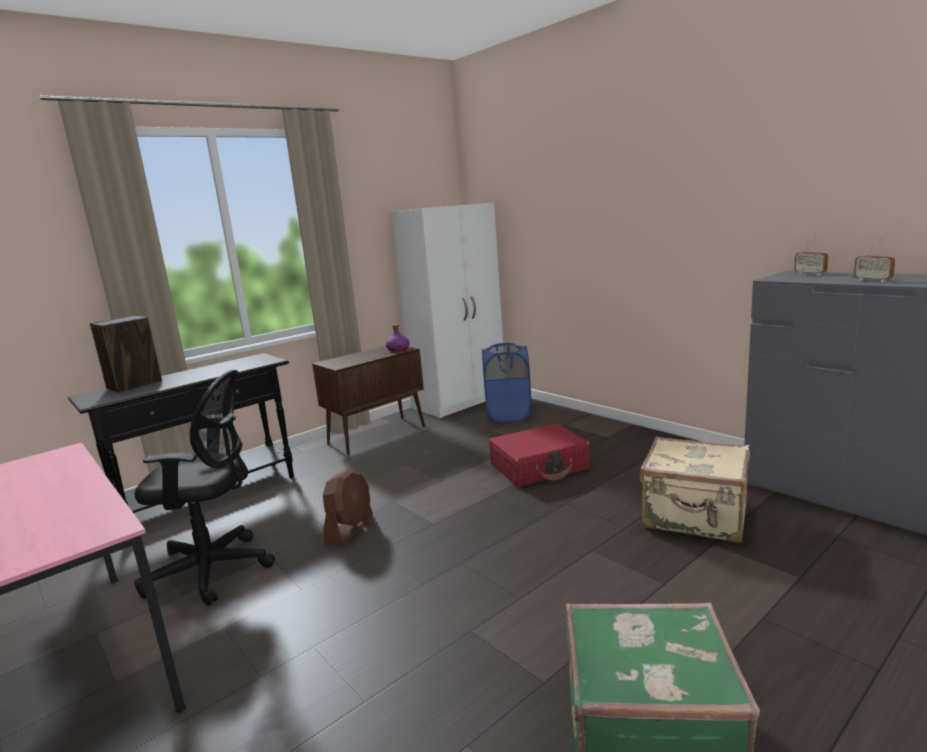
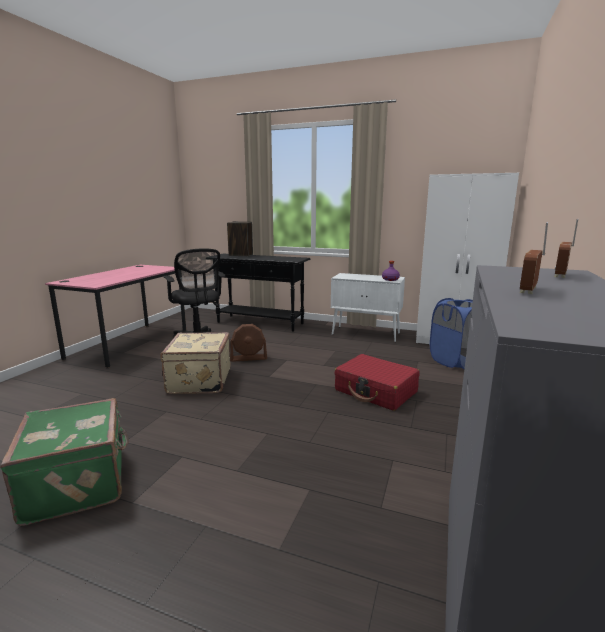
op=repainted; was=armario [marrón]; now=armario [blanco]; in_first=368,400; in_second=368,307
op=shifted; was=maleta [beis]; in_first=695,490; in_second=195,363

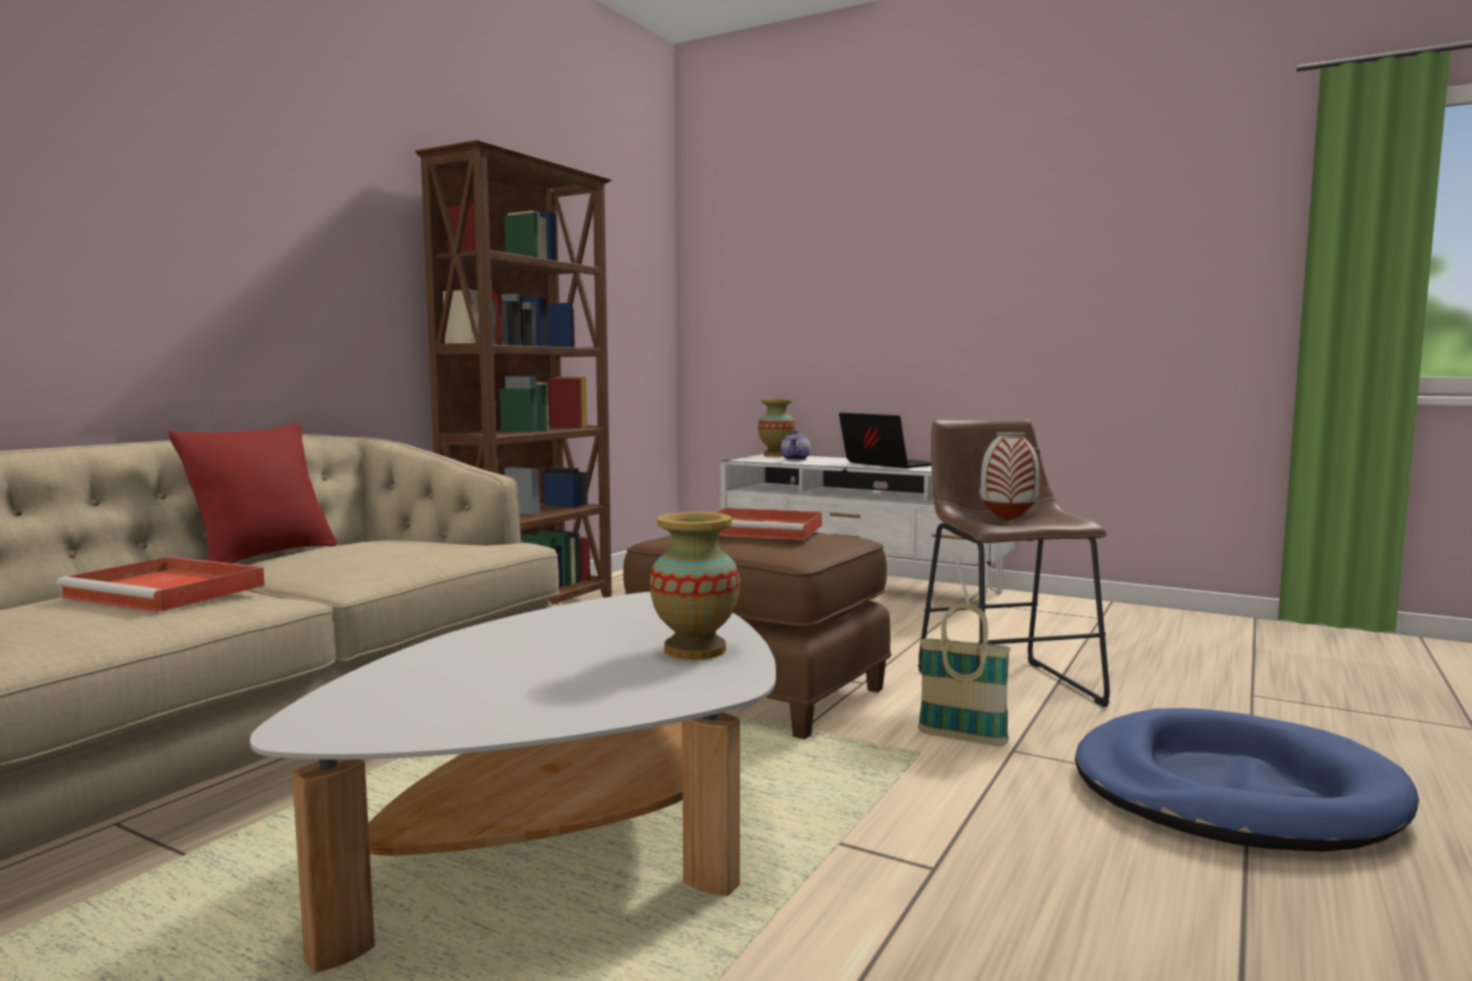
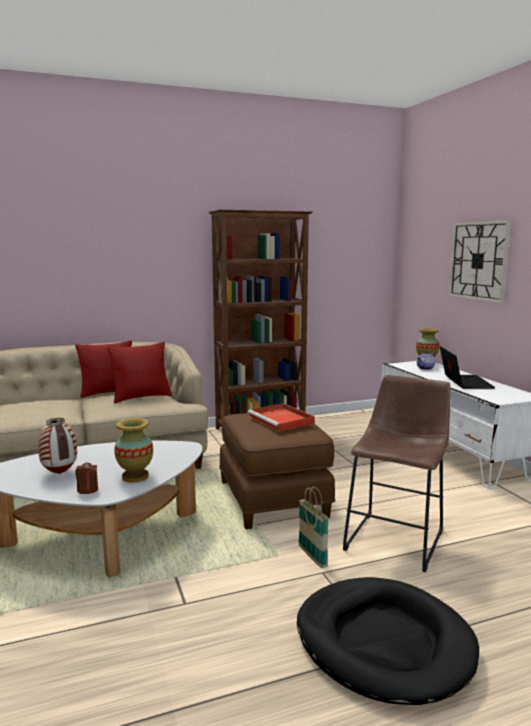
op=shifted; was=florero; in_first=1009,477; in_second=57,446
op=gone; was=bandeja [rojo]; in_first=160,584
op=repainted; was=cama para perro [azul]; now=cama para perro [negro]; in_first=1247,780; in_second=388,641
op=new; now=reloj de pared; in_second=480,261
op=new; now=cojín [rojo]; in_second=139,372
op=new; now=vela [marrón]; in_second=86,478

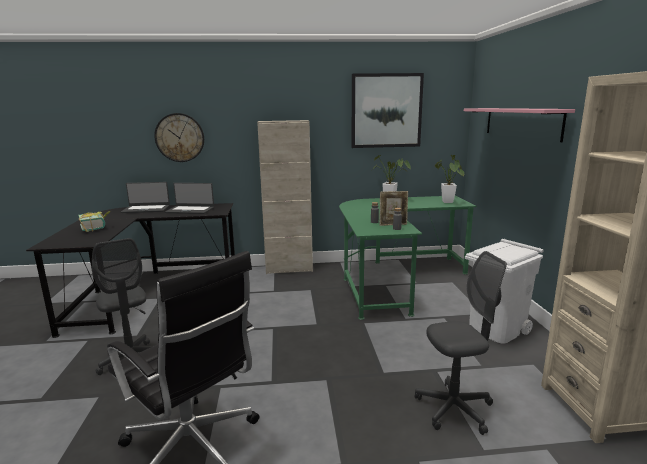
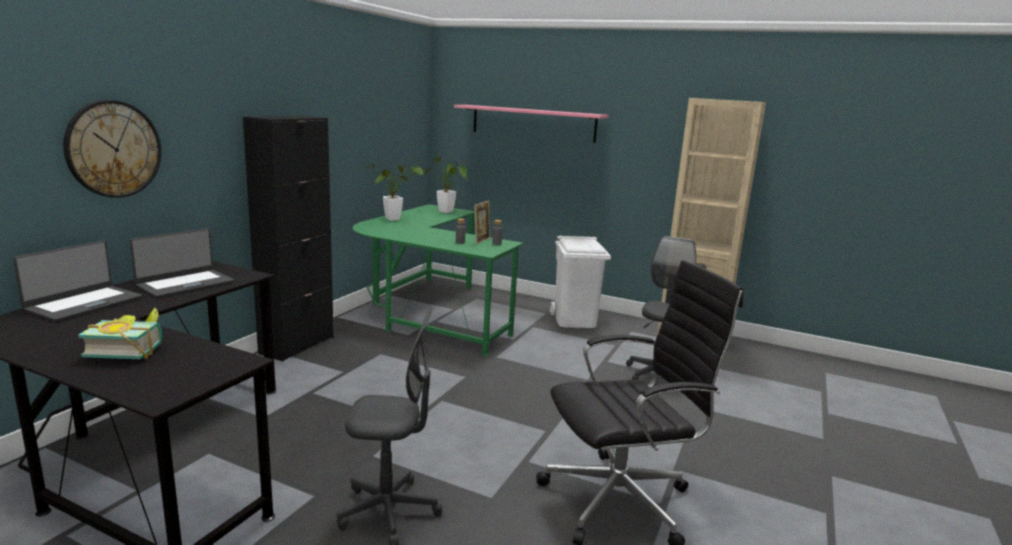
op=gone; was=cuadro; in_first=387,110
op=repainted; was=armario [beis]; now=armario [negro]; in_first=285,197; in_second=288,238

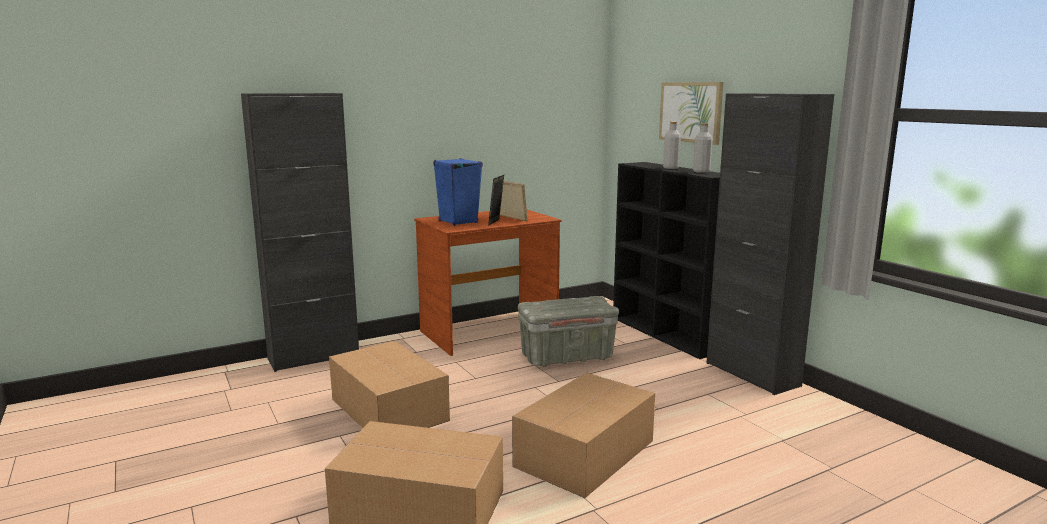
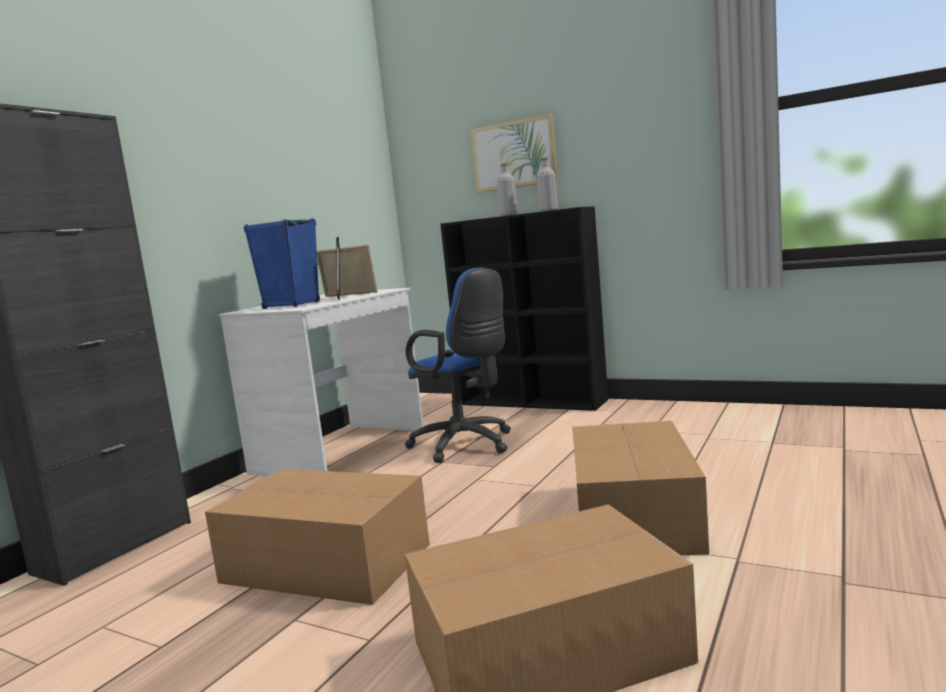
op=gone; was=armario [negro]; in_first=770,244
op=repainted; was=escritorio [marrón]; now=escritorio [blanco]; in_first=488,283; in_second=321,382
op=swapped; was=caja de almacenaje [gris]; now=silla de oficina [azul]; in_first=568,331; in_second=458,365

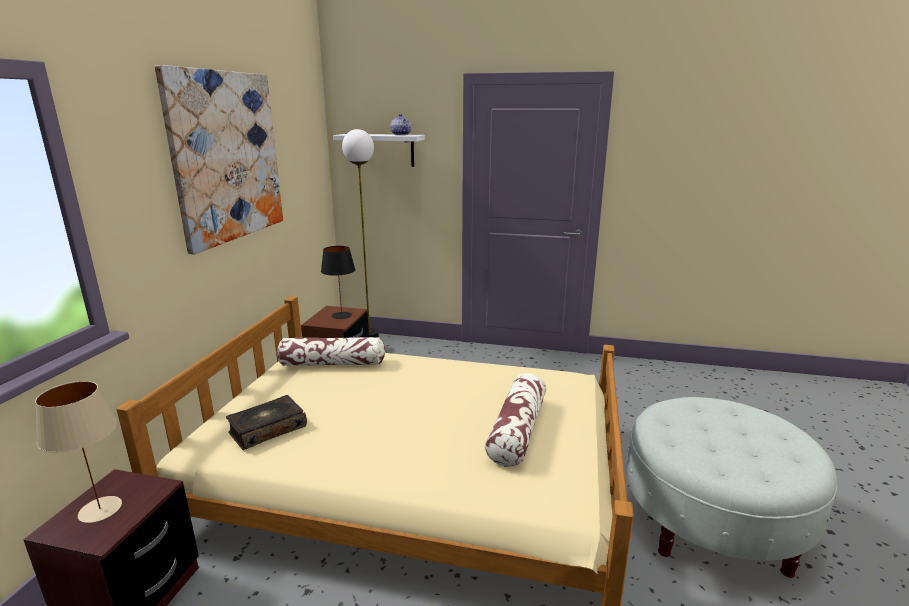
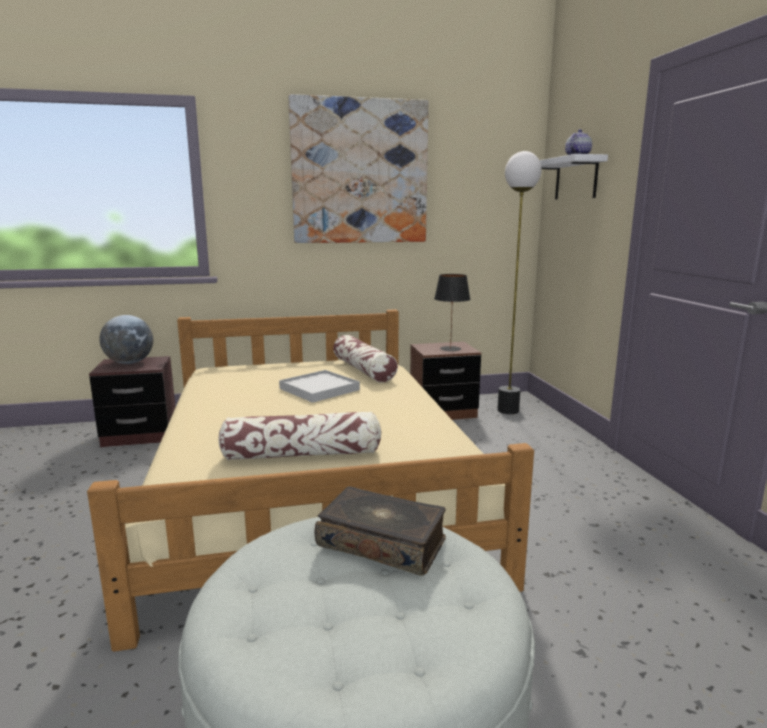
op=swapped; was=lámpara de mesa [beis]; now=globo terráqueo; in_first=78,452; in_second=126,339
op=shifted; was=libro; in_first=266,422; in_second=380,531
op=new; now=bandeja [blanco]; in_second=319,386

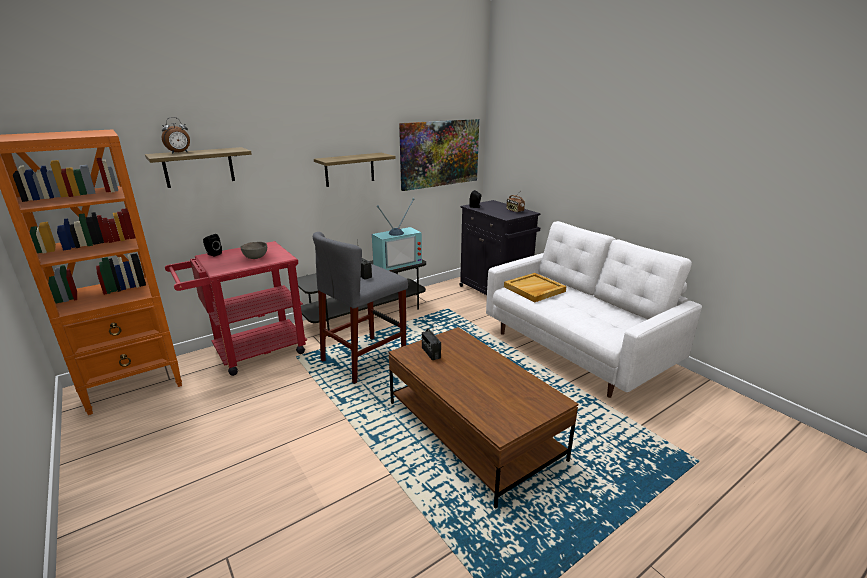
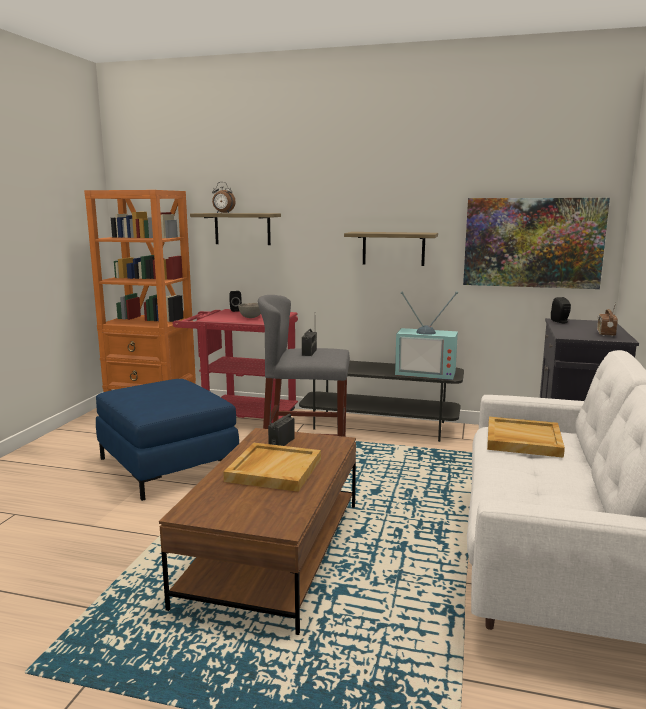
op=new; now=puf [azul]; in_second=167,440
op=new; now=bandeja [beis]; in_second=272,467

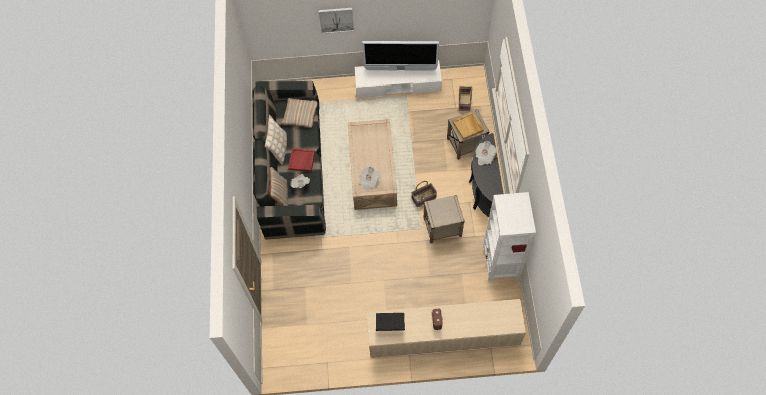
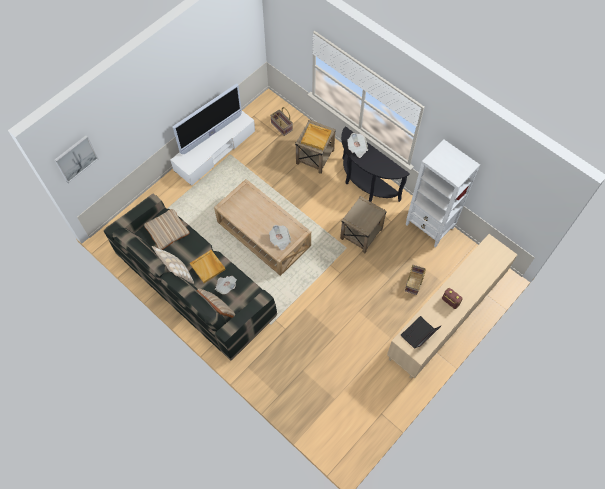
op=shifted; was=cuadro; in_first=336,21; in_second=76,159
op=repainted; was=bandeja [rojo]; now=bandeja [beis]; in_first=301,160; in_second=208,266
op=shifted; was=cesta; in_first=424,194; in_second=415,280

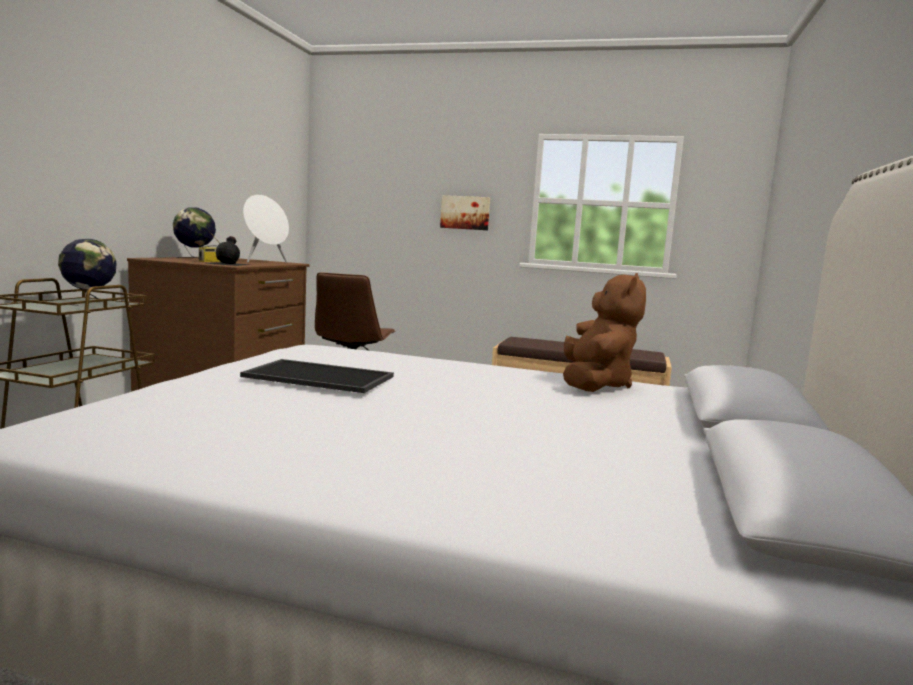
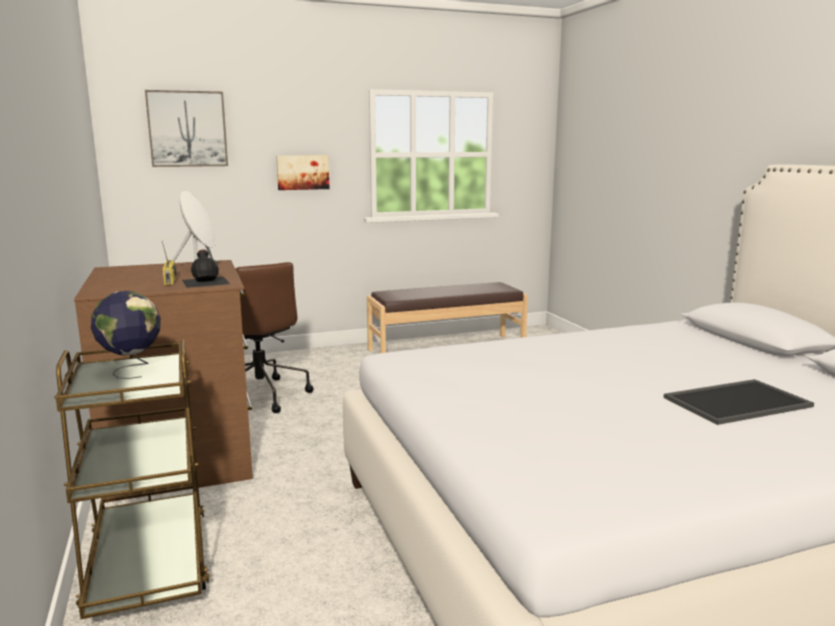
op=gone; was=globo terráqueo; in_first=194,232
op=gone; was=peluche [marrón]; in_first=604,332
op=shifted; was=bandeja; in_first=317,376; in_second=738,402
op=new; now=cuadro; in_second=186,128

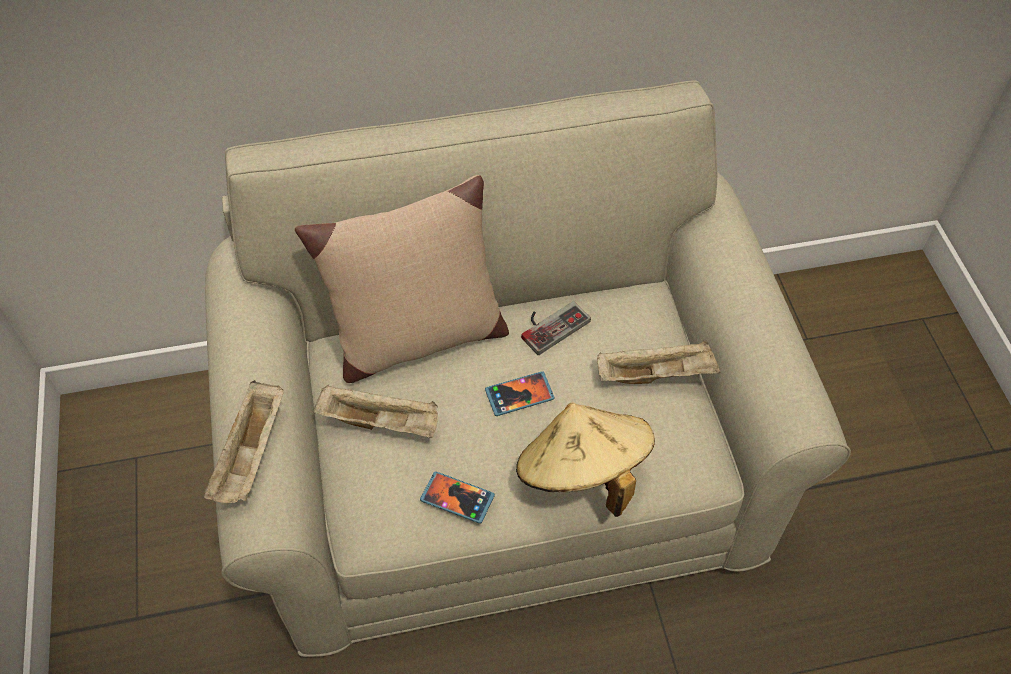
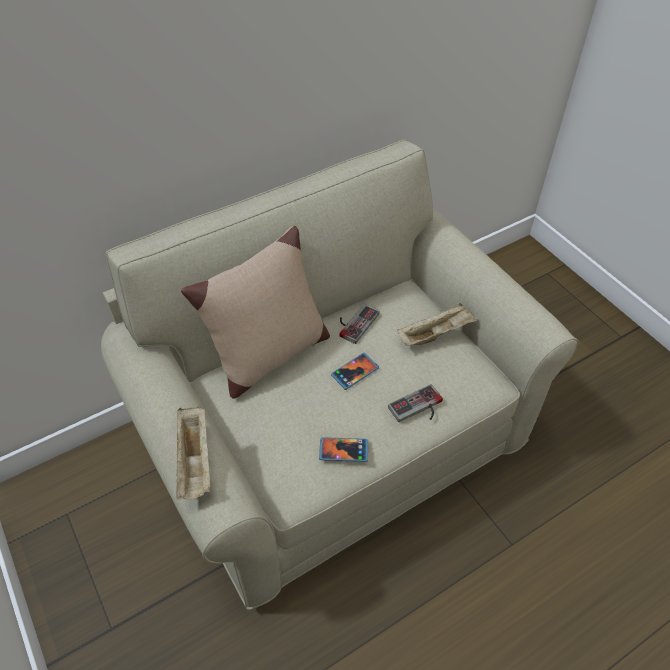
op=gone; was=bandeja [beis]; in_first=376,411
op=swapped; was=sombrero [beis]; now=mando de consola; in_first=585,459; in_second=415,403

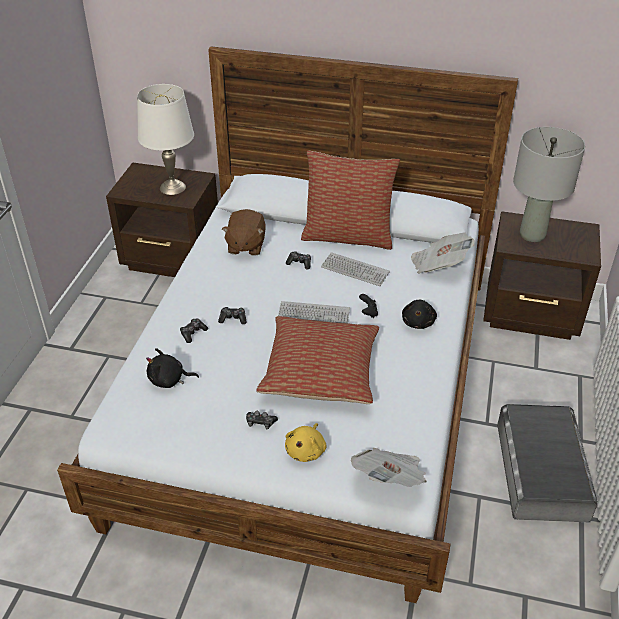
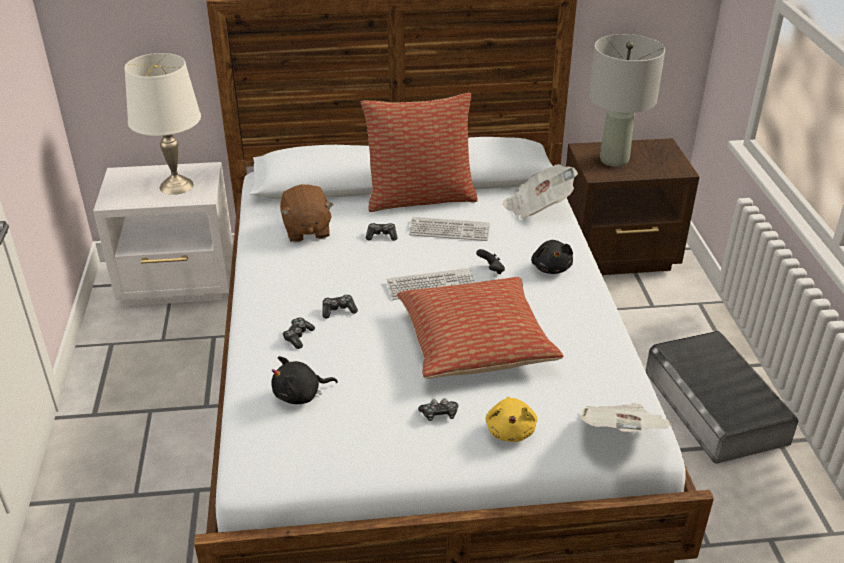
op=repainted; was=mesita de noche [marrón]; now=mesita de noche [blanco]; in_first=162,220; in_second=163,234

